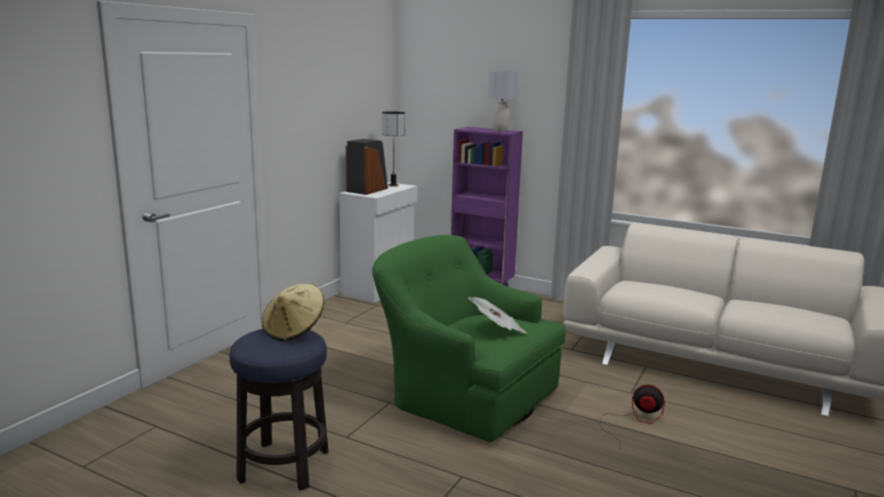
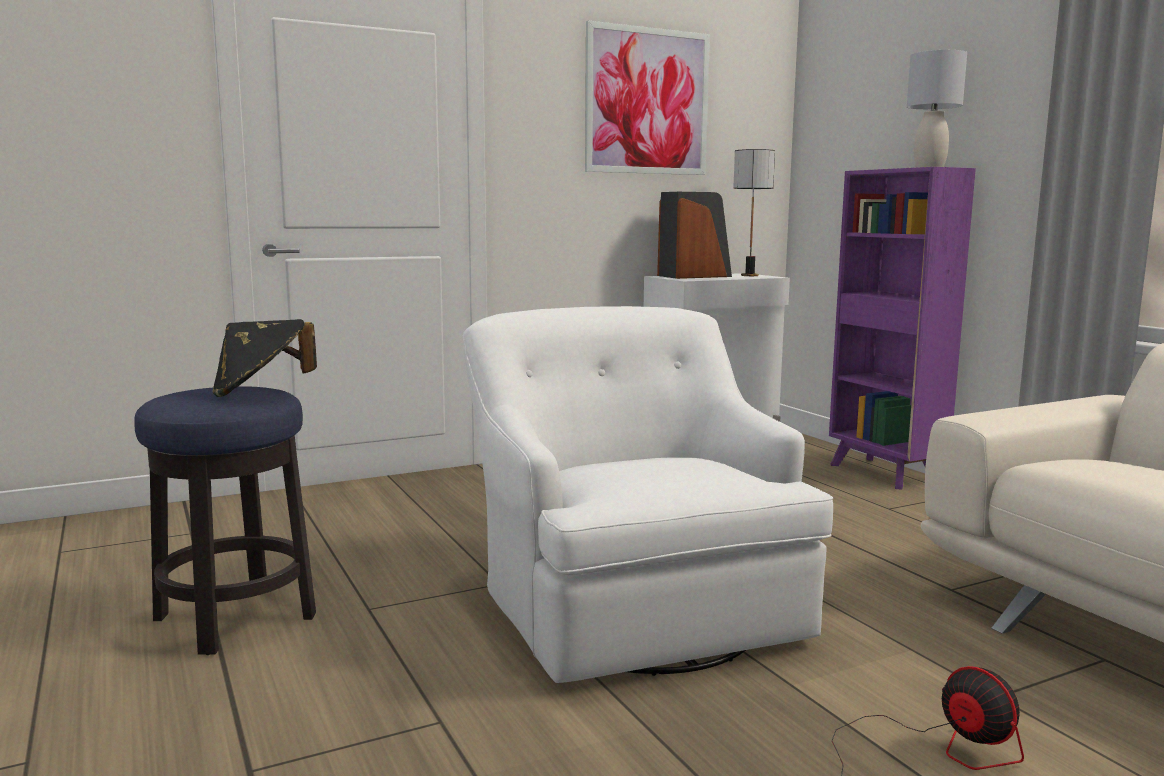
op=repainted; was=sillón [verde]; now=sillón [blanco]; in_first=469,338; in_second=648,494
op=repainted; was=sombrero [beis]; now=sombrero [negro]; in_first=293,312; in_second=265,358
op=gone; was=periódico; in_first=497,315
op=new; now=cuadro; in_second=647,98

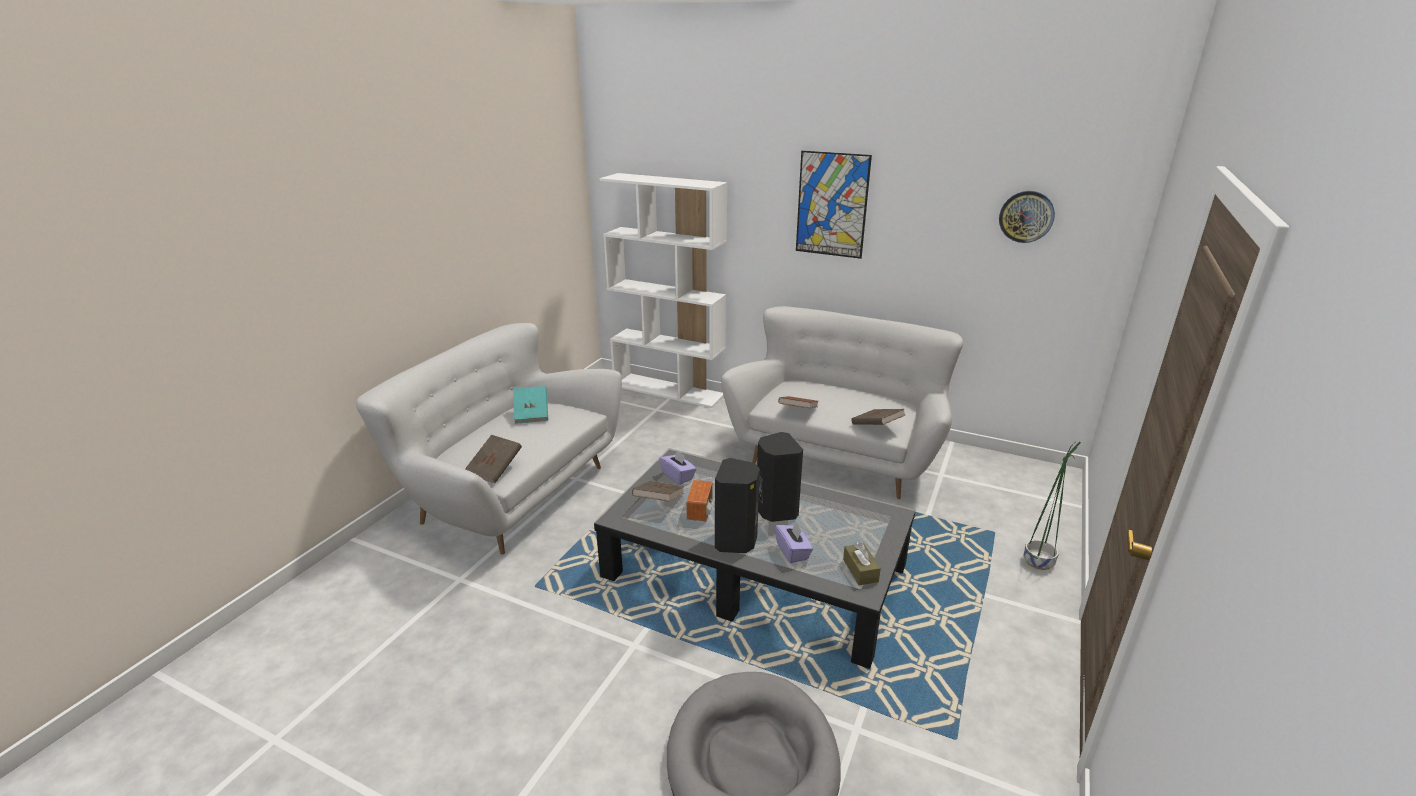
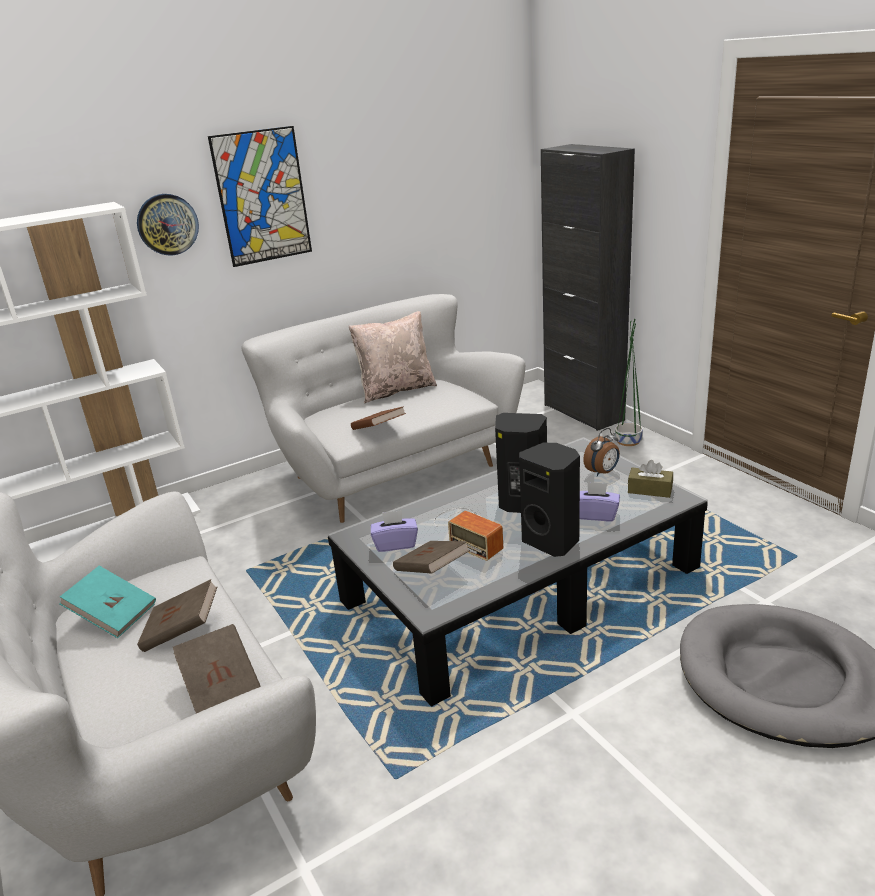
op=shifted; was=reloj de pared; in_first=1027,217; in_second=168,224
op=shifted; was=libro [marrón]; in_first=878,417; in_second=177,615
op=new; now=armario [negro]; in_second=588,287
op=new; now=cojín [beis]; in_second=393,357
op=new; now=despertador; in_second=601,452

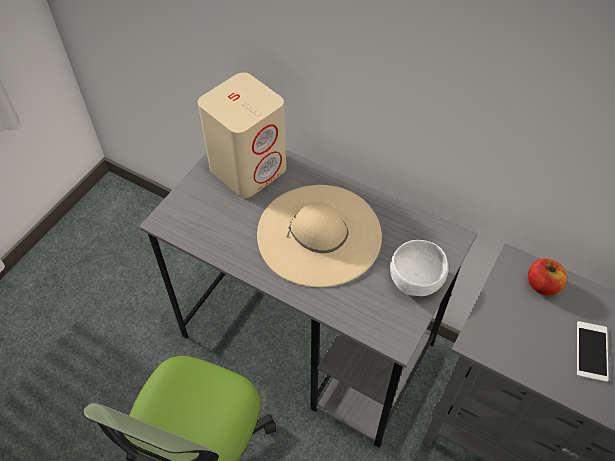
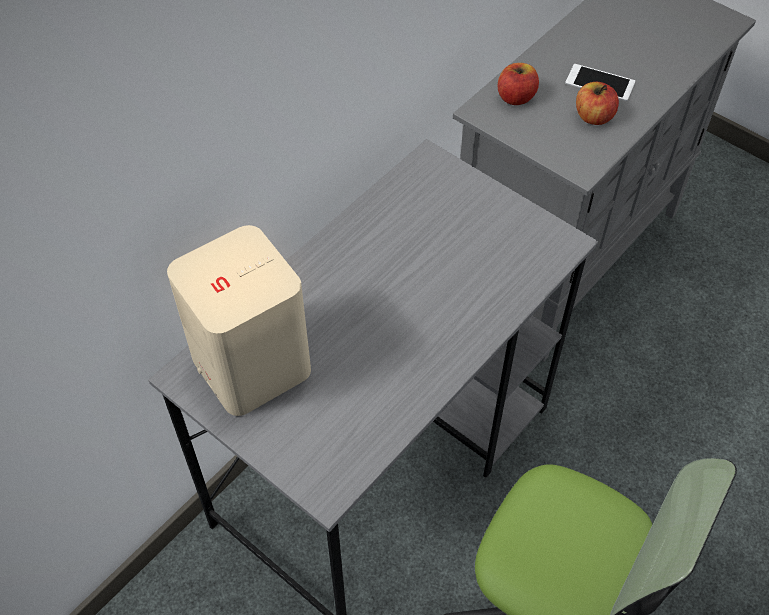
op=gone; was=sombrero [beis]; in_first=319,236
op=gone; was=cuenco [blanco]; in_first=419,268
op=new; now=manzana; in_second=597,103

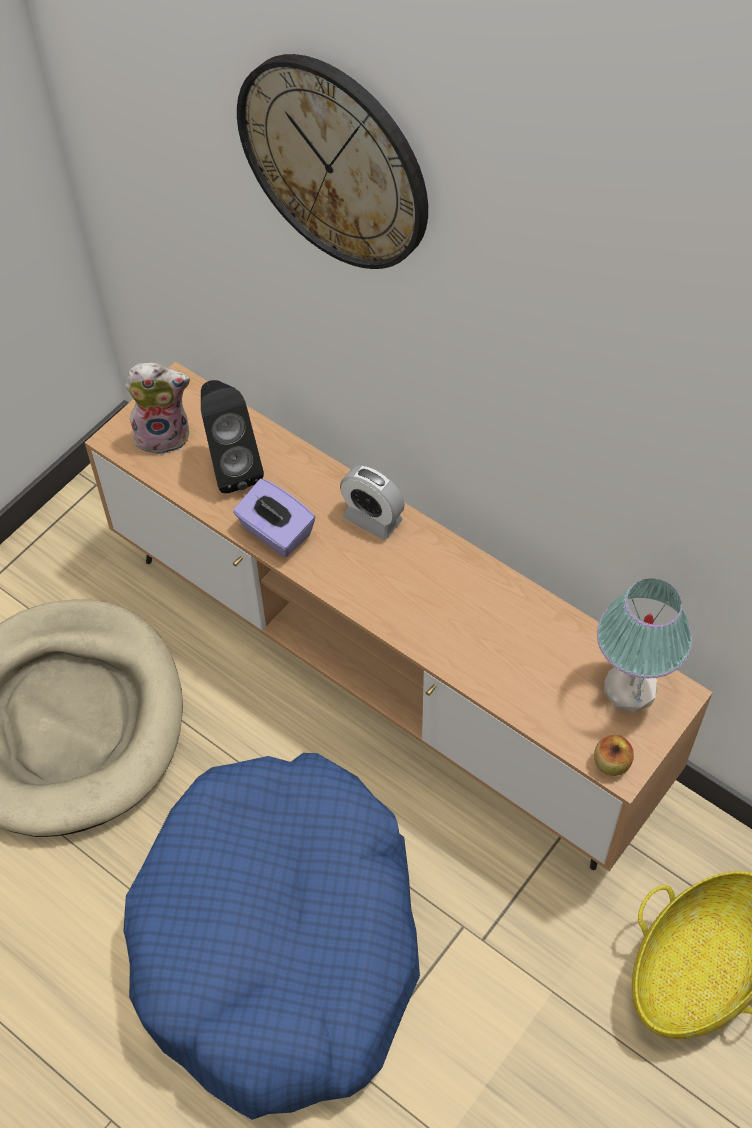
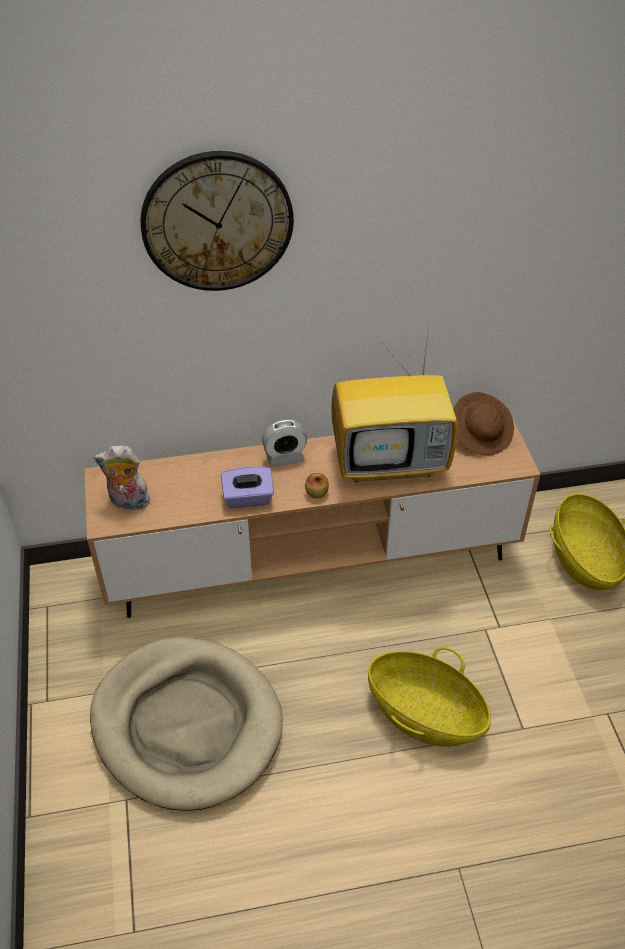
op=rotated; was=peluche; in_first=157,409; in_second=123,478; clockwise=-120
op=gone; was=altavoz [negro]; in_first=232,437
op=swapped; was=lámpara de mesa; now=sombrero [marrón]; in_first=644,645; in_second=484,423
op=shifted; was=manzana; in_first=614,755; in_second=317,485
op=swapped; was=cama para perro [azul]; now=cesta; in_first=271,936; in_second=429,696
op=new; now=televisor; in_second=394,404

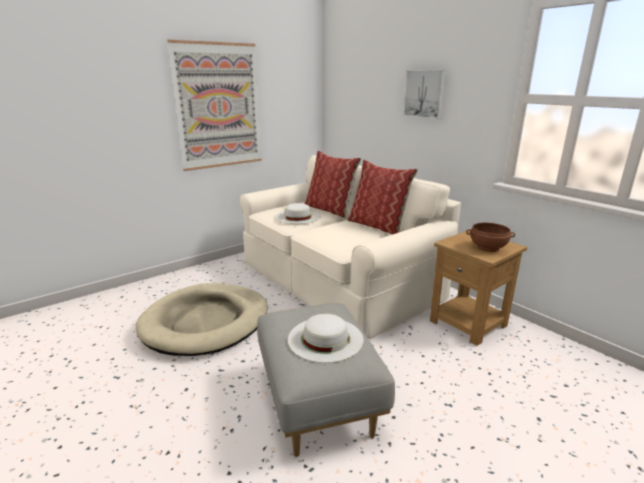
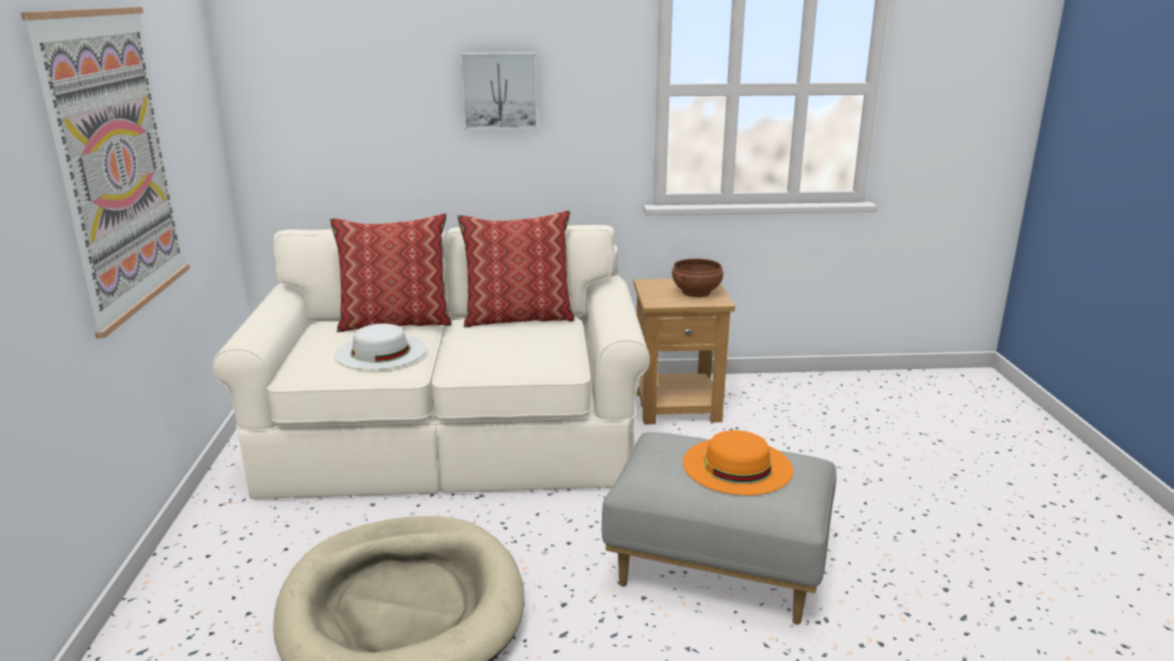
op=repainted; was=sombrero [blanco]; now=sombrero [naranja]; in_first=325,338; in_second=738,462

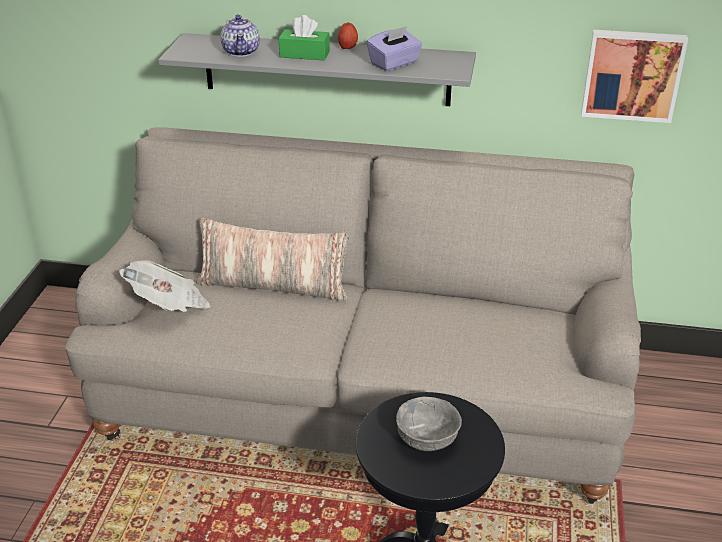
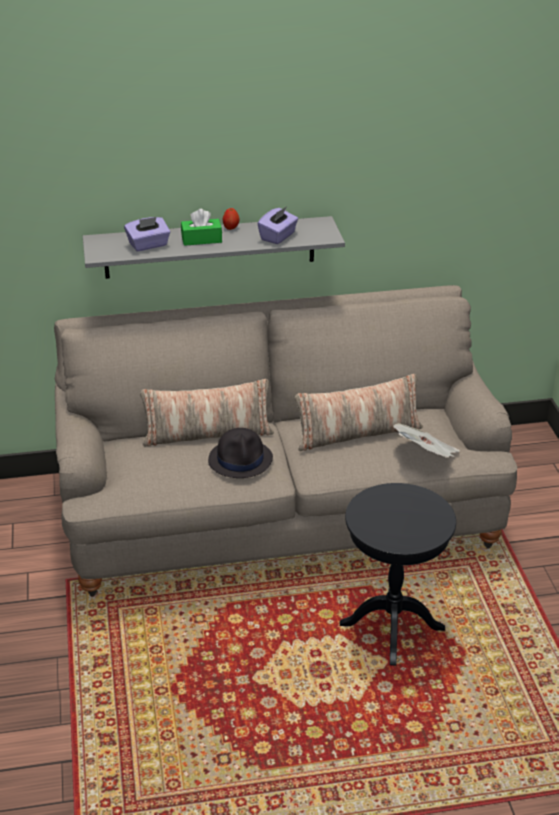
op=swapped; was=tetera; now=caja de pañuelos [morado]; in_first=240,35; in_second=147,234
op=gone; was=cuadro; in_first=634,76
op=shifted; was=periódico; in_first=165,286; in_second=426,440
op=gone; was=cuenco [gris]; in_first=429,424
op=new; now=cojín; in_second=359,412
op=new; now=sombrero [negro]; in_second=240,453

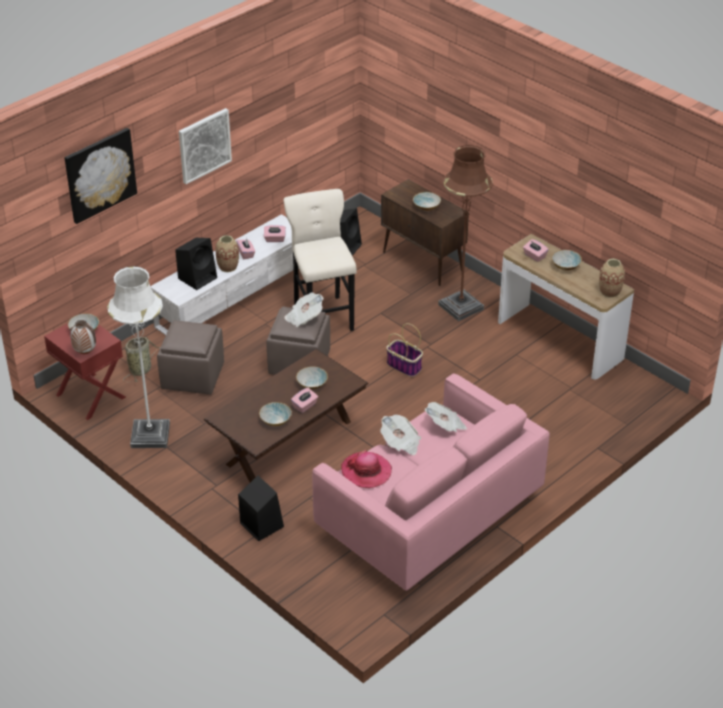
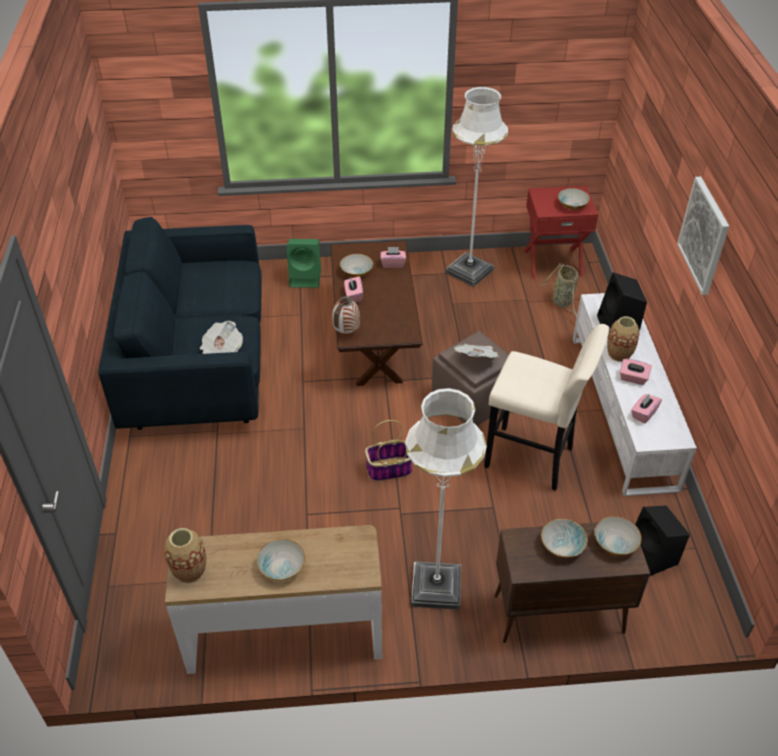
op=gone; was=cuadro; in_first=101,176
op=repainted; was=lámpara de pie [marrón]; now=lámpara de pie [blanco]; in_first=465,233; in_second=446,499
op=shifted; was=caja de pañuelos [rosa]; in_first=536,250; in_second=393,257
op=shifted; was=florero; in_first=83,337; in_second=346,315
op=gone; was=puf [marrón]; in_first=190,357
op=shifted; was=cuenco; in_first=312,378; in_second=618,535
op=repainted; was=sofá [rosa]; now=sofá [azul]; in_first=431,482; in_second=180,323
op=gone; was=periódico; in_first=400,435
op=gone; was=sombrero; in_first=366,469
op=repainted; was=altavoz [negro]; now=altavoz [verde]; in_first=261,508; in_second=303,263

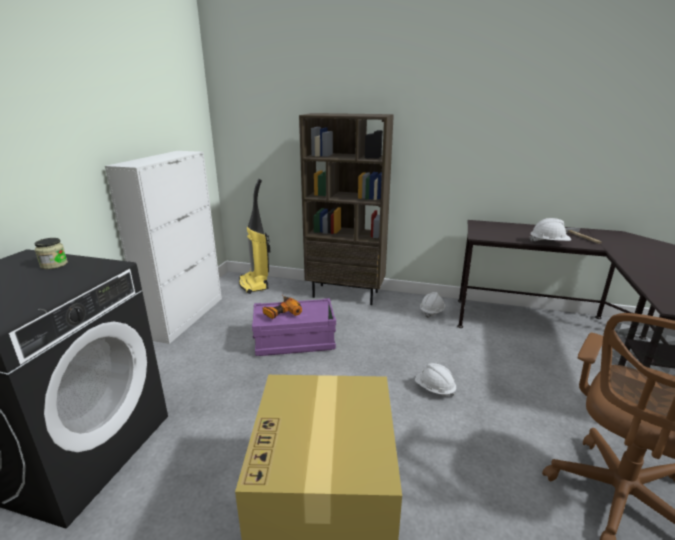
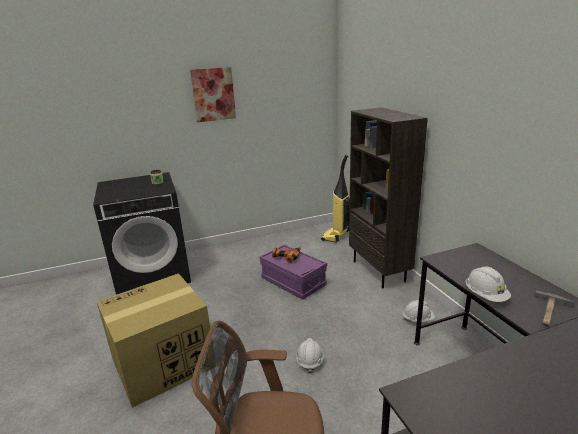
op=gone; was=armario [blanco]; in_first=163,247
op=new; now=cuadro; in_second=213,94

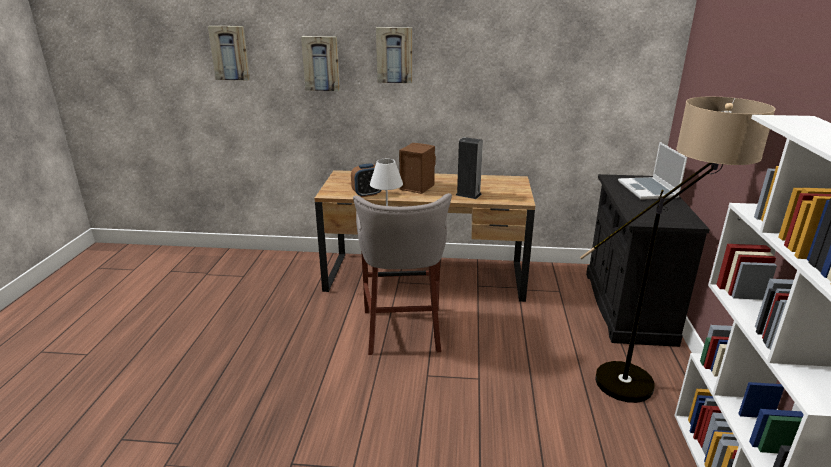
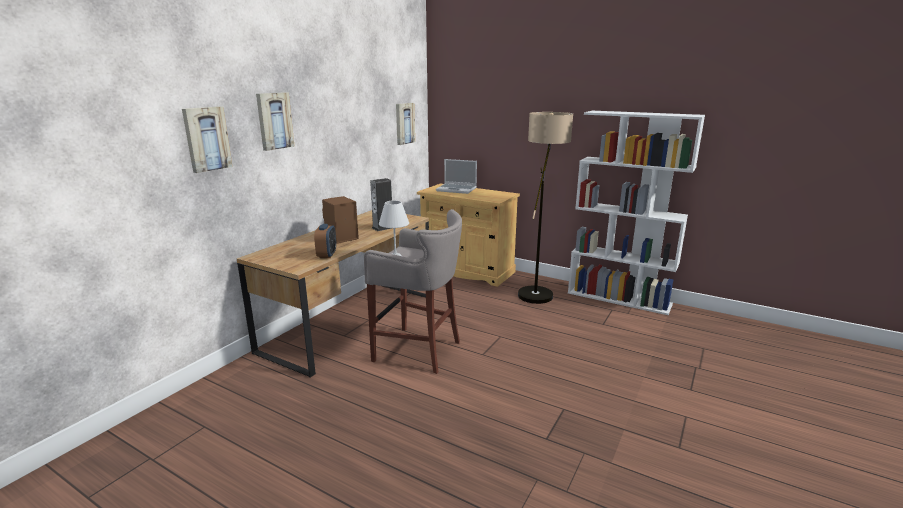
op=shifted; was=cuadro; in_first=229,53; in_second=405,124
op=repainted; was=armario [negro]; now=armario [beis]; in_first=648,260; in_second=468,235

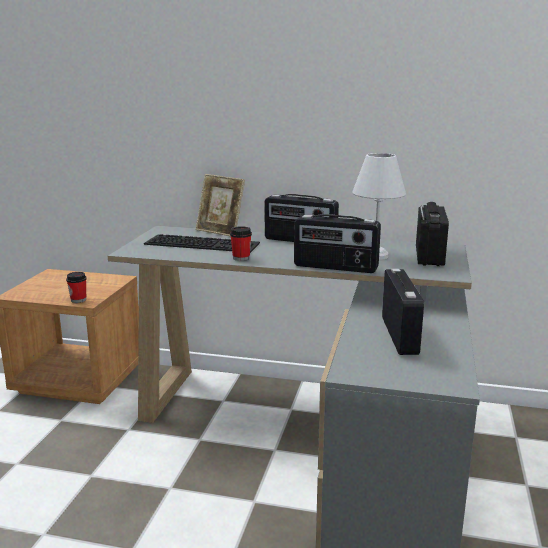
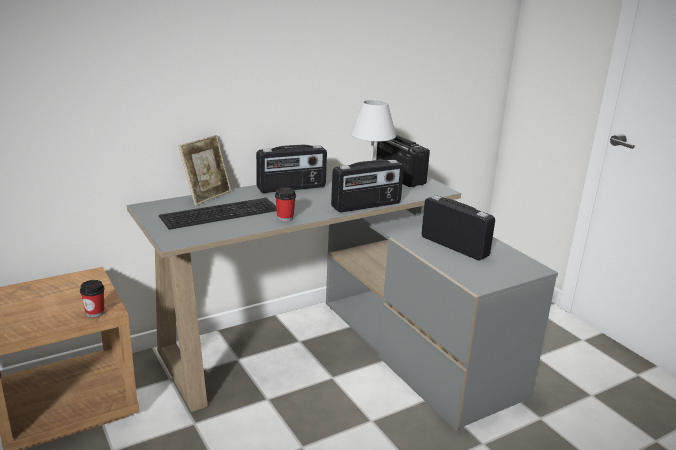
op=rotated; was=portarretratos; in_first=220,205; in_second=205,170; clockwise=-45

